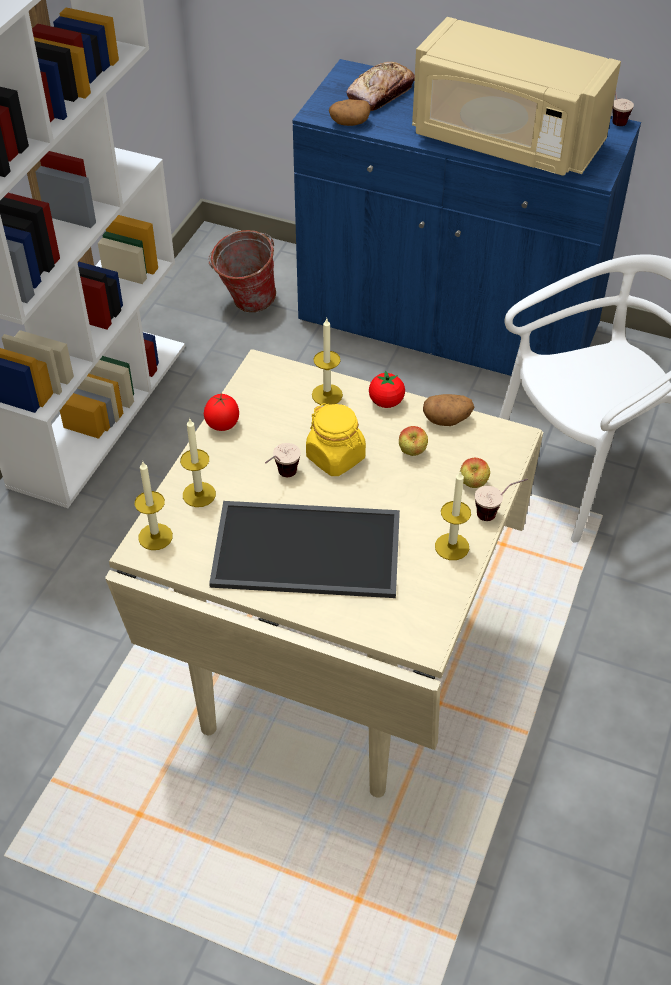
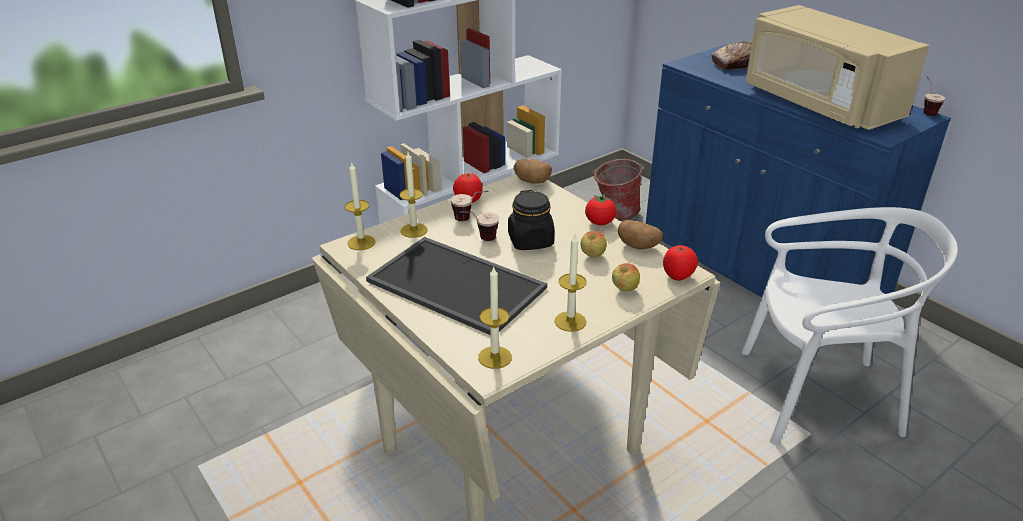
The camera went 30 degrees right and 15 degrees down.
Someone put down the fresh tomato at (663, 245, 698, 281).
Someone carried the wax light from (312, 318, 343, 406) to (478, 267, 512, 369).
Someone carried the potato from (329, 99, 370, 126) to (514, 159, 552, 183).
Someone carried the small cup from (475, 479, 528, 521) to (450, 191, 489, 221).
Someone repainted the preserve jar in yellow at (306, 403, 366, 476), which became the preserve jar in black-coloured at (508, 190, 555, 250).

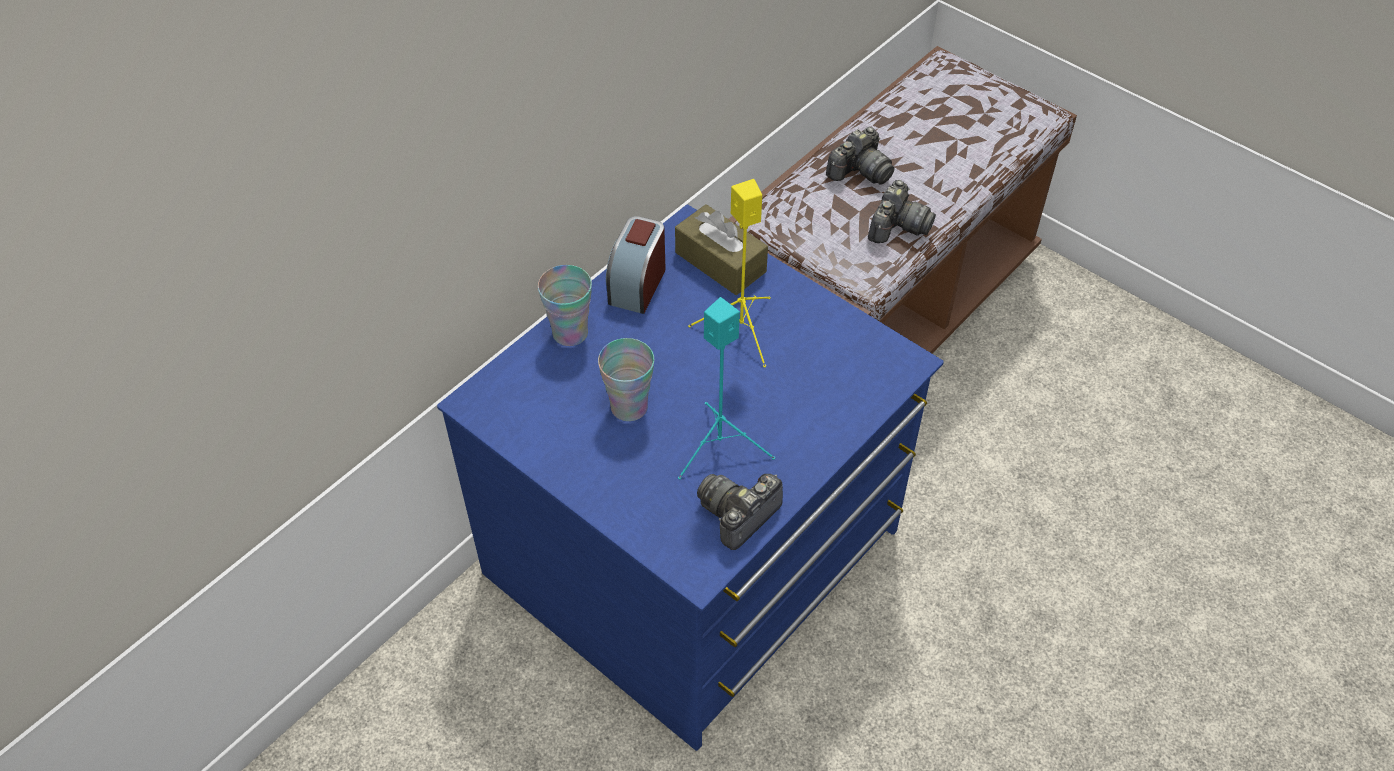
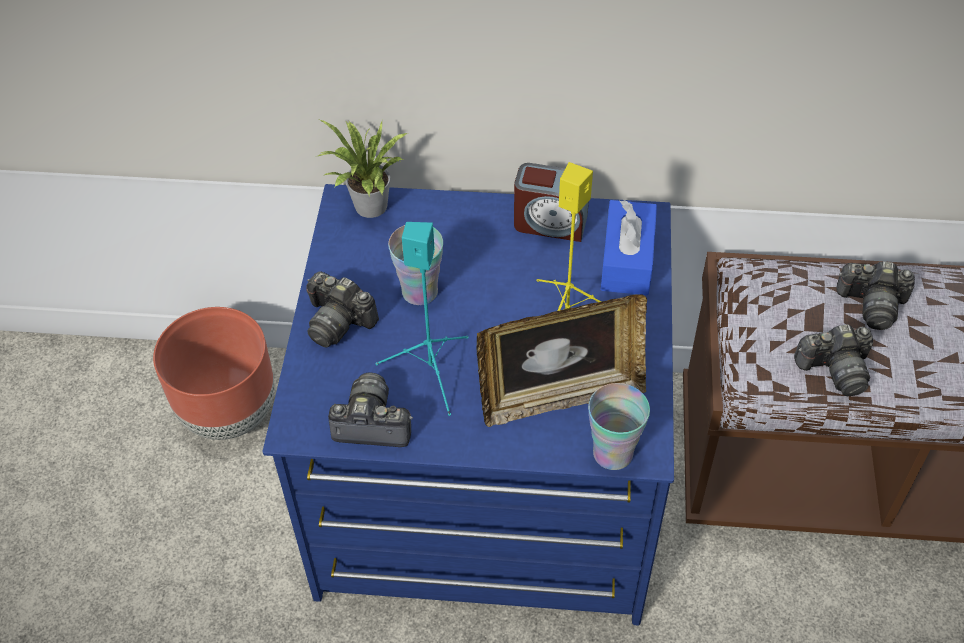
The camera went 55 degrees right and 0 degrees up.
Someone put down the plant pot in brown at (153, 307, 274, 440).
Someone put down the still camera at (306, 271, 379, 347).
Someone put down the houseplant at (316, 120, 409, 218).
Someone put down the photo frame at (476, 294, 647, 427).
Someone carried the small cup from (538, 265, 592, 346) to (588, 383, 650, 470).
Someone repainted the tissue holder in brown at (675, 204, 768, 295), which became the tissue holder in blue-coloured at (601, 200, 657, 295).
Someone rotated the alarm clock at (606, 216, 666, 314) by 150 degrees counterclockwise.

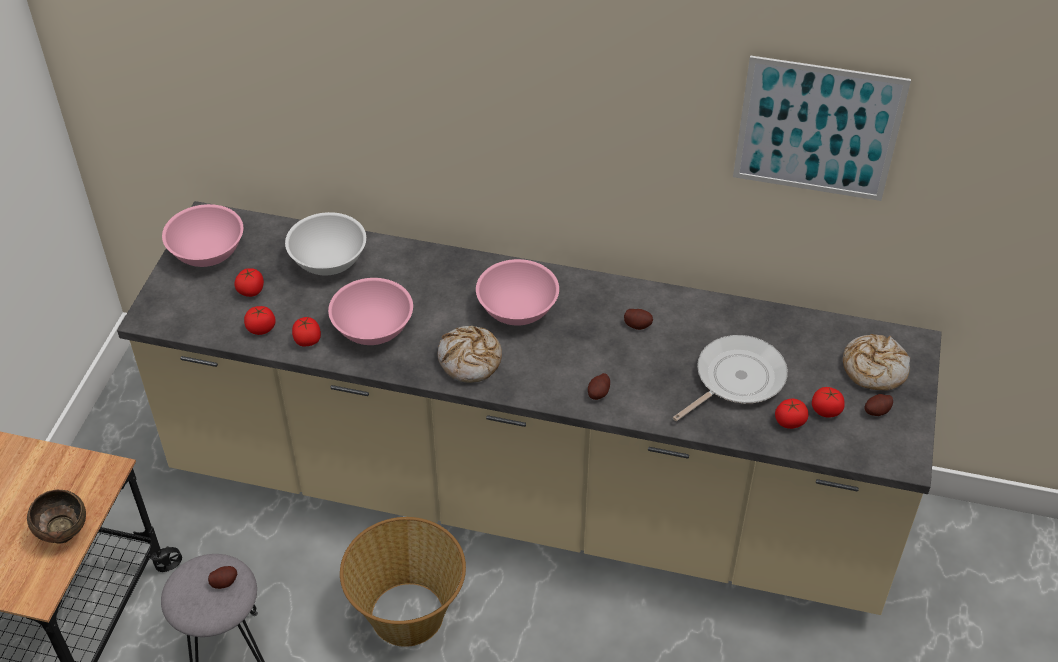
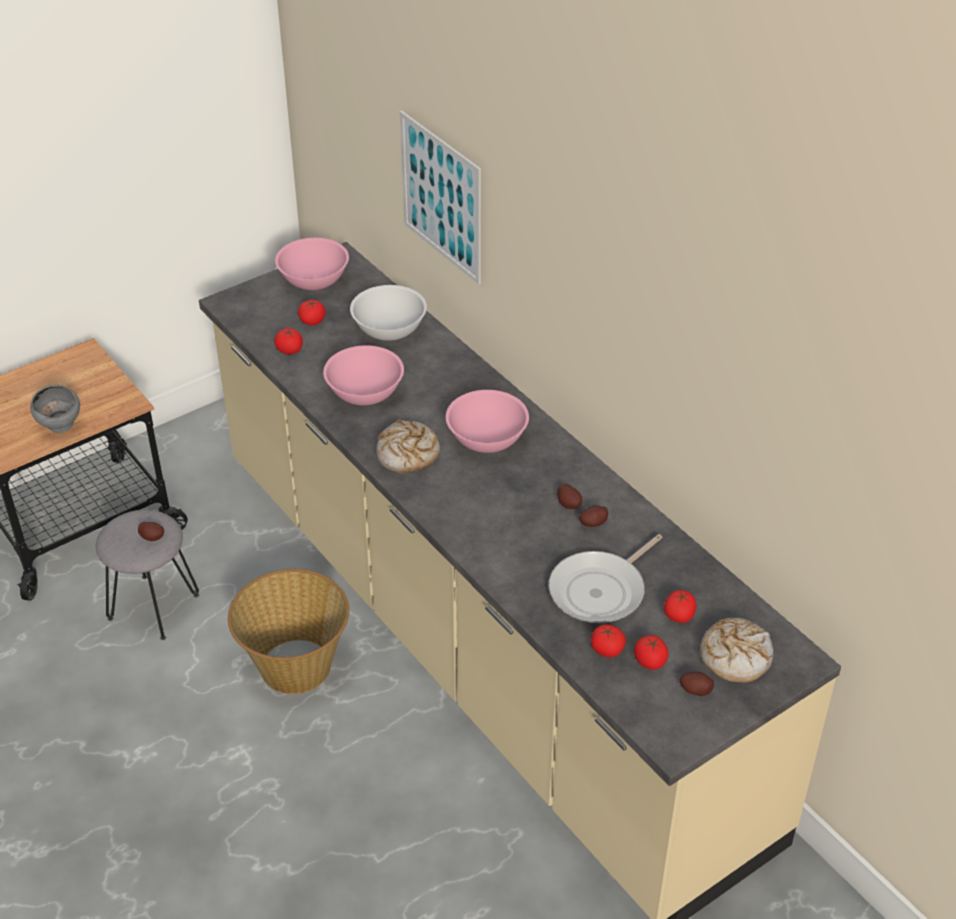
The camera went 40 degrees right and 5 degrees down.
Someone carried the fresh tomato from (292, 317, 321, 346) to (664, 590, 696, 623).
Someone carried the potato from (588, 373, 610, 400) to (579, 505, 608, 527).
Someone carried the wall picture from (733, 55, 911, 201) to (400, 111, 481, 285).
Someone repainted the bowl in brown at (27, 490, 86, 543), which became the bowl in gray at (30, 385, 80, 433).
Someone rotated the pan at (673, 335, 788, 421) by 135 degrees clockwise.

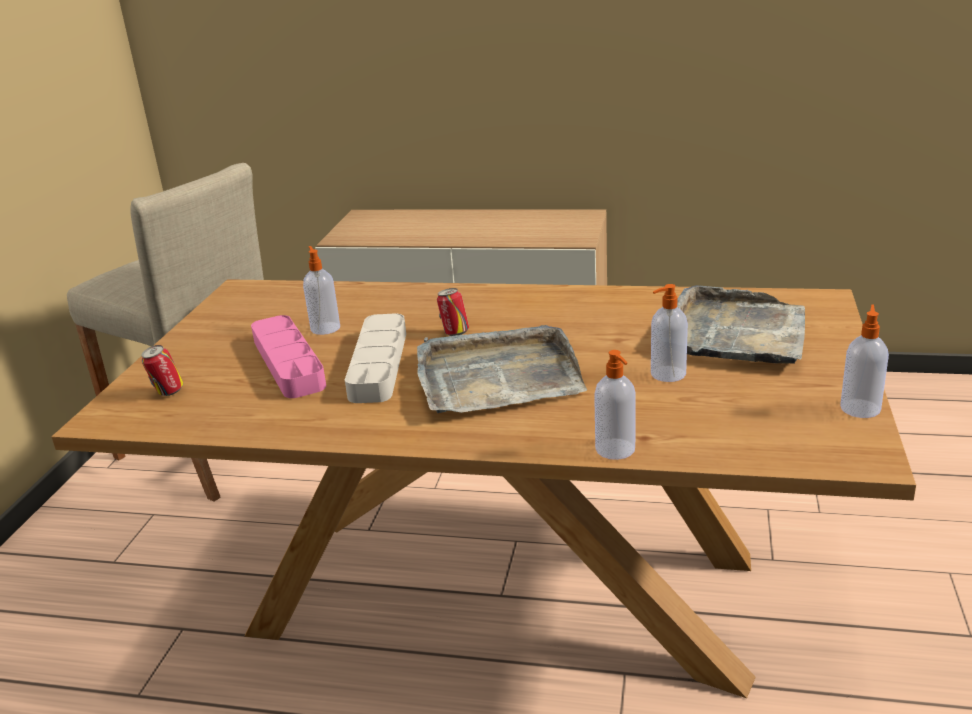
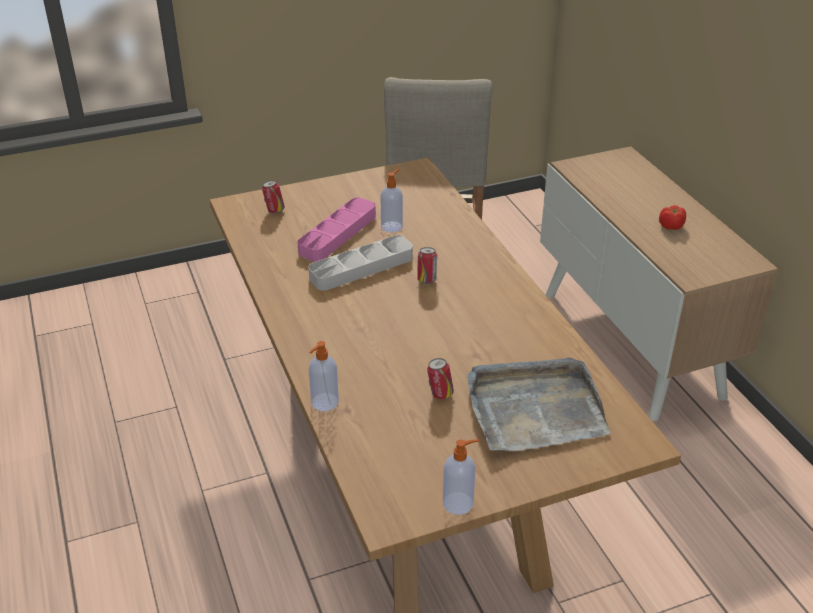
The camera went 55 degrees right and 10 degrees up.
Someone took away the serving tray in gray at (417, 325, 587, 413).
Someone put down the fresh tomato at (659, 205, 686, 230).
Someone swapped the liquid soap bottle at (651, 284, 688, 382) for the sealed can at (427, 358, 454, 399).

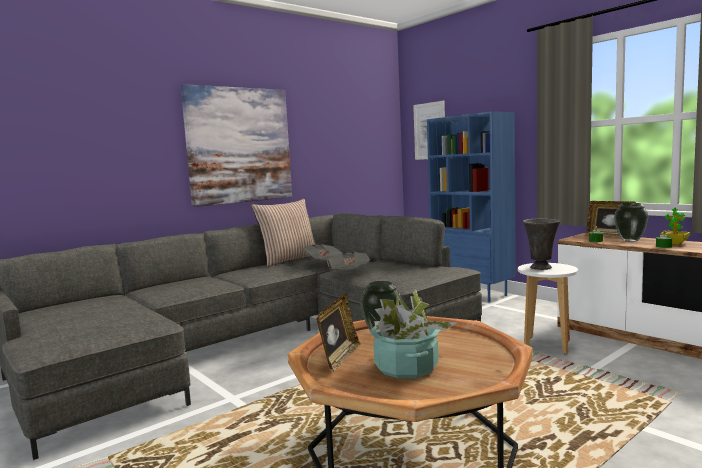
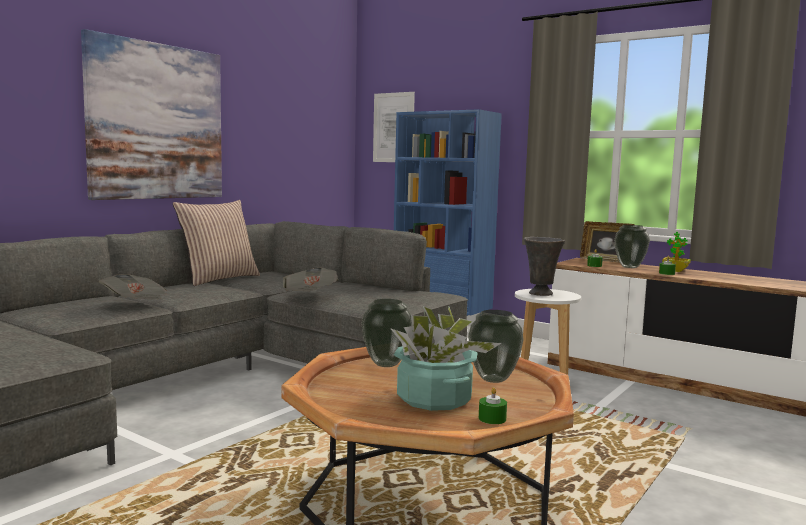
The camera went 15 degrees left and 0 degrees up.
Someone took away the photo frame at (316, 294, 361, 371).
Someone put down the flower vase at (468, 310, 524, 383).
Someone put down the wax light in green-coloured at (479, 387, 507, 424).
Someone carried the printed paper from (302, 244, 343, 260) to (99, 274, 166, 300).

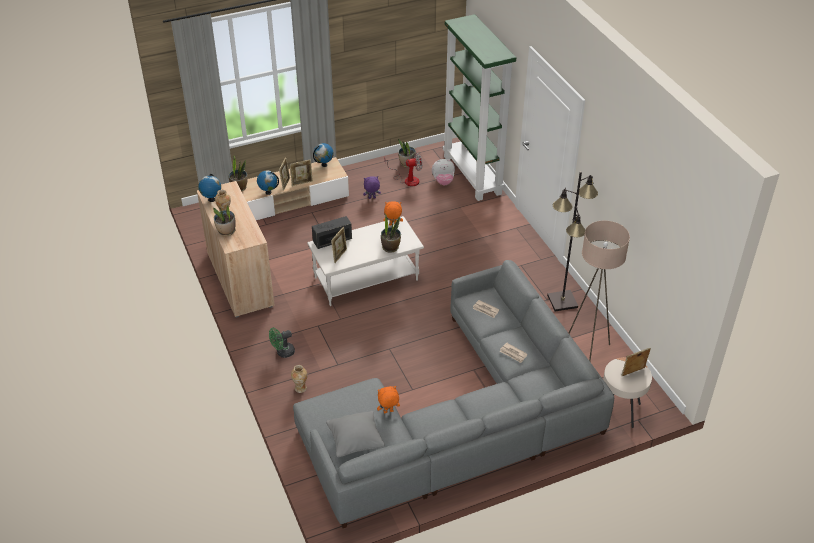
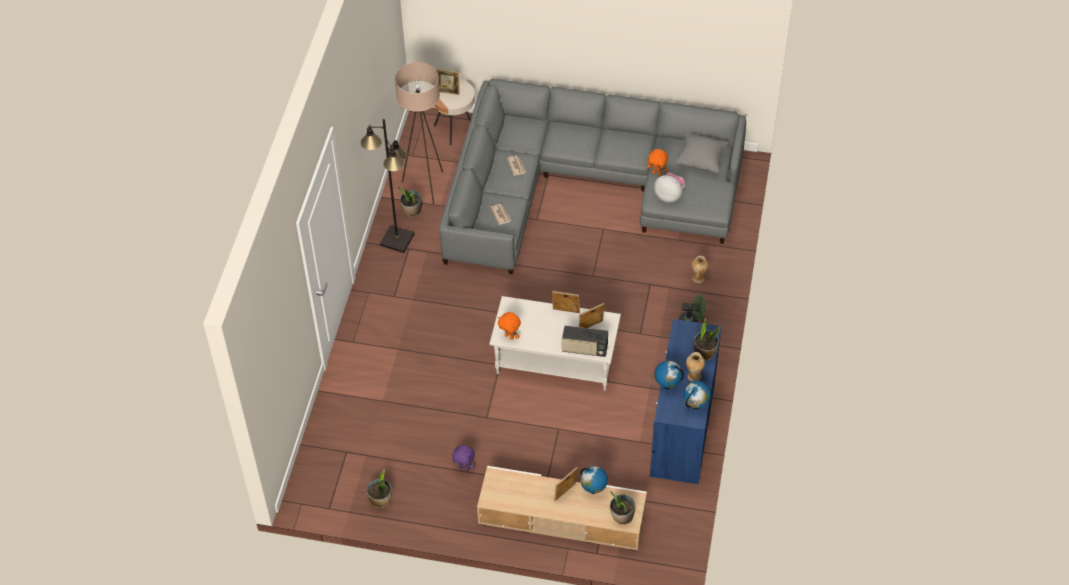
The camera went 145 degrees left and 10 degrees up.
Someone took away the fan at (384, 153, 422, 186).
Someone took away the shelving unit in green-coloured at (443, 14, 516, 201).
Someone carried the photo frame from (290, 159, 313, 186) to (552, 291, 580, 313).
Someone carried the desk globe from (313, 143, 334, 167) to (655, 360, 684, 389).
Someone carried the houseplant from (381, 214, 401, 253) to (399, 187, 422, 217).
Someone carried the cuddly toy from (432, 159, 455, 185) to (654, 173, 685, 202).
Someone repainted the cupboard in sand-coloured at (197, 181, 275, 318), which became the cupboard in blue-coloured at (650, 319, 722, 485).

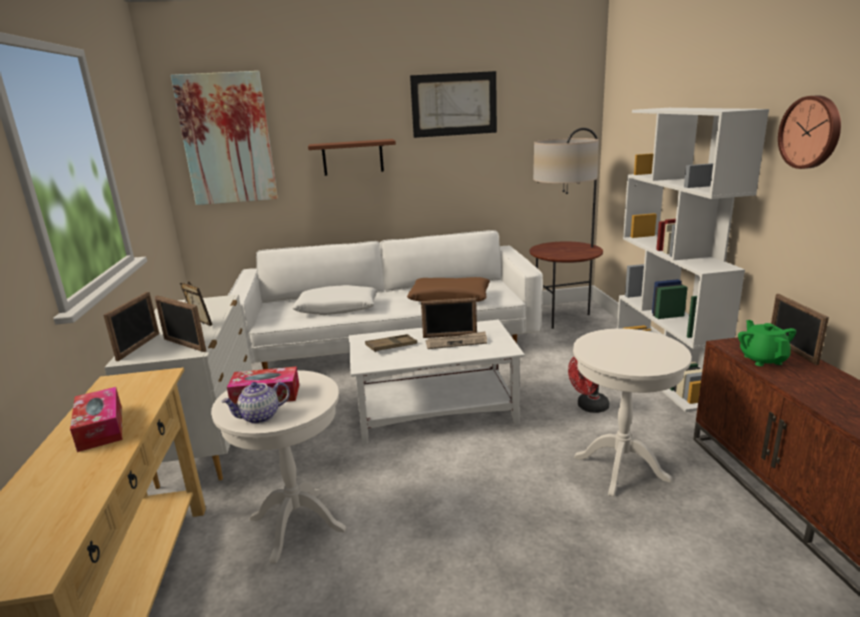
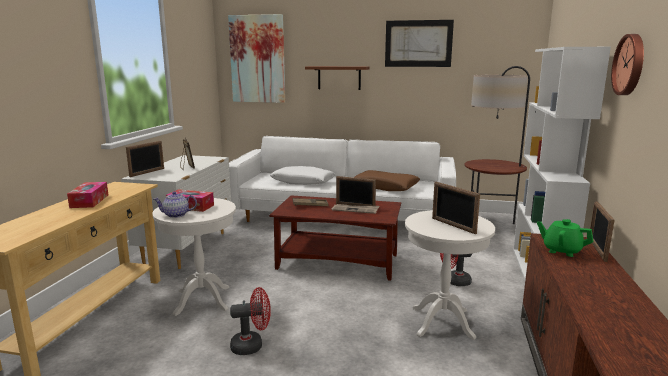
The camera went 20 degrees right and 5 degrees down.
Someone put down the fan in reddish at (230, 287, 271, 355).
Someone carried the photo frame from (155, 296, 206, 352) to (432, 182, 480, 234).
Someone repainted the low table in white-coloured at (349, 319, 525, 445), which became the low table in brown at (269, 195, 401, 281).
Someone rotated the teapot in green-coloured at (738, 320, 796, 366) by 75 degrees counterclockwise.

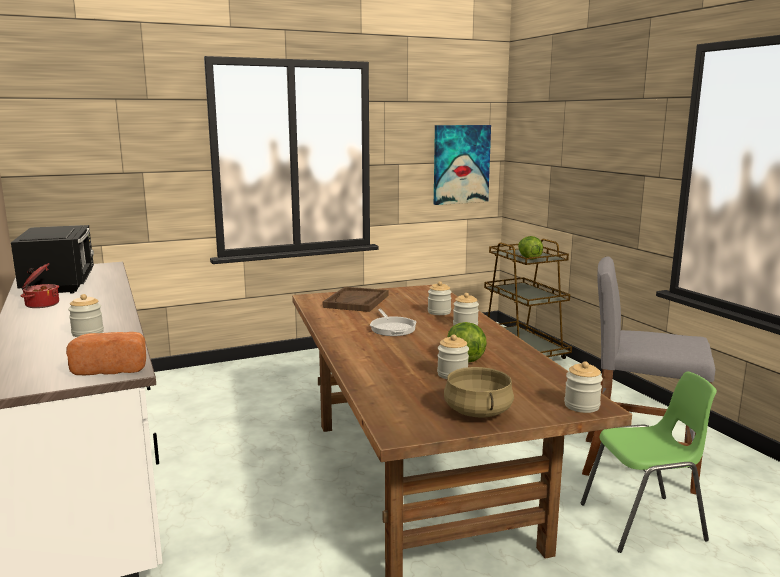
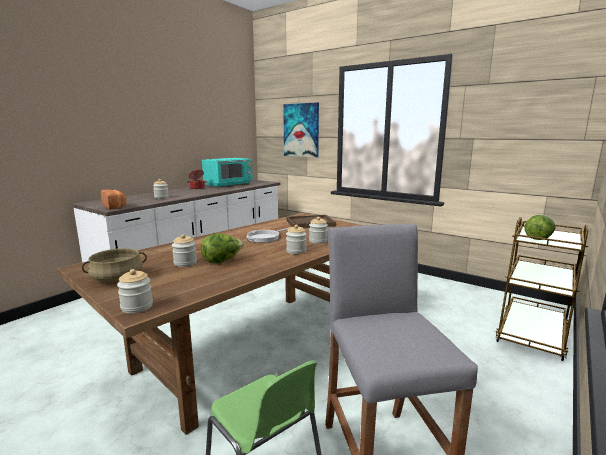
The camera went 60 degrees right and 0 degrees up.
Someone carried the wall picture from (434, 125, 491, 205) to (283, 102, 319, 158).
Someone repainted the microwave oven in black-coloured at (11, 225, 94, 294), which became the microwave oven in turquoise-coloured at (202, 158, 253, 187).

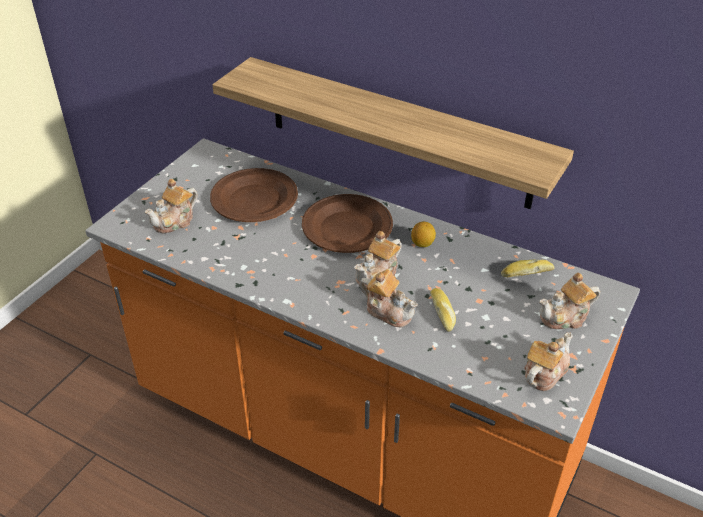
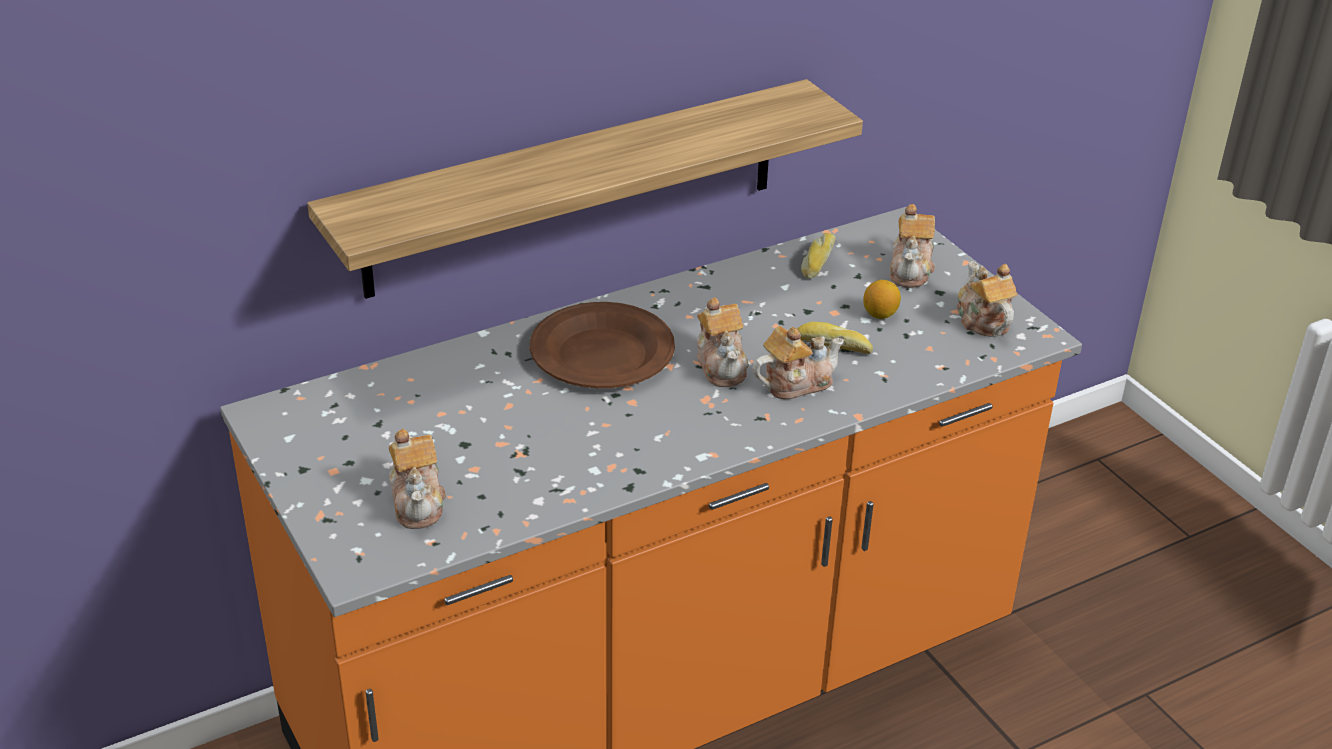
The camera went 60 degrees left and 5 degrees down.
Someone took away the dinner plate in brown at (210, 168, 298, 222).
Someone carried the whole lemon from (411, 222, 436, 247) to (863, 280, 901, 319).

